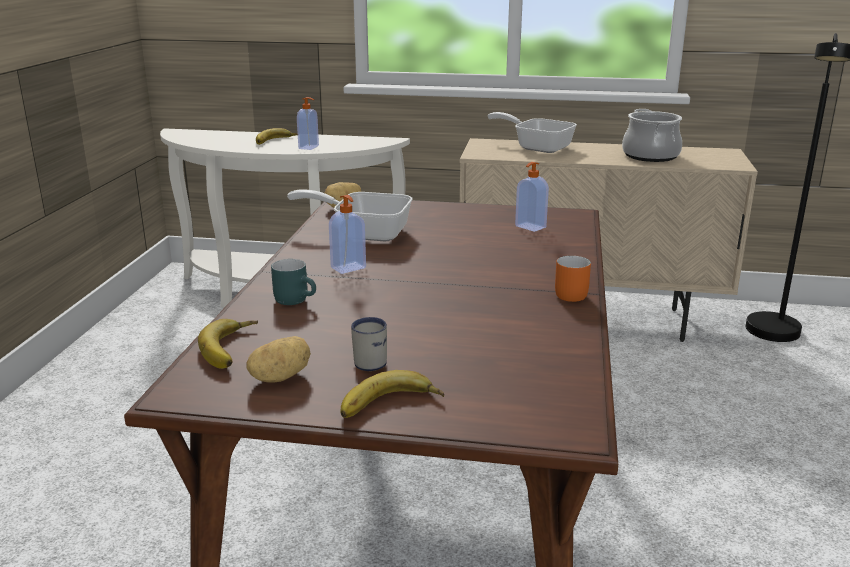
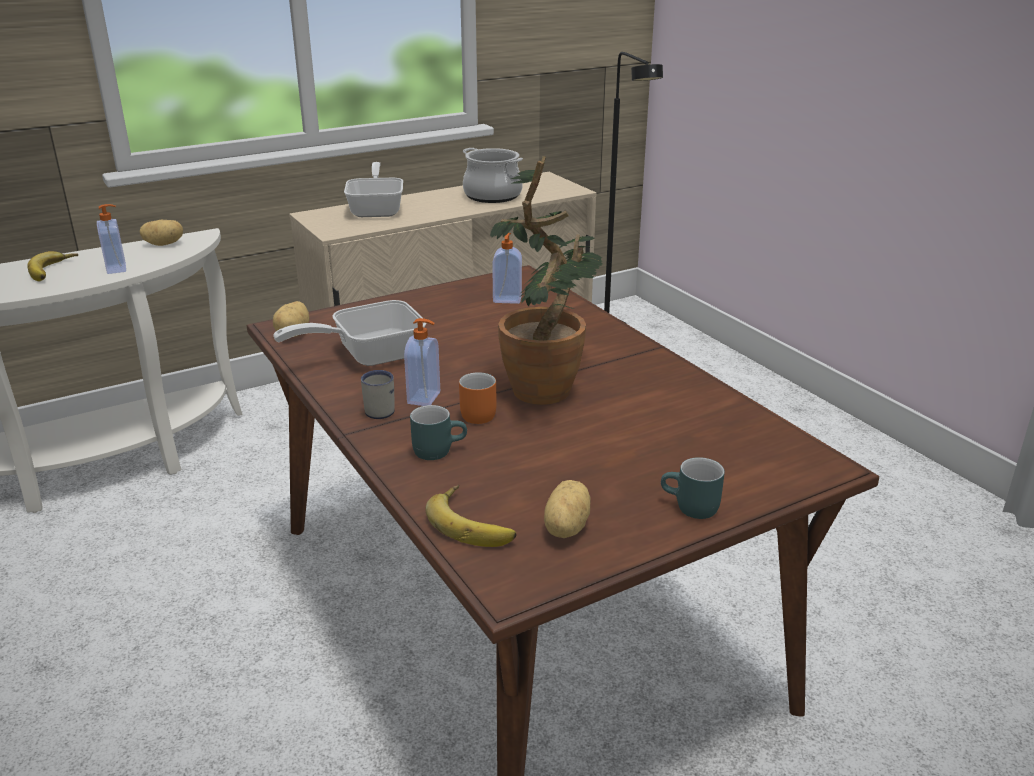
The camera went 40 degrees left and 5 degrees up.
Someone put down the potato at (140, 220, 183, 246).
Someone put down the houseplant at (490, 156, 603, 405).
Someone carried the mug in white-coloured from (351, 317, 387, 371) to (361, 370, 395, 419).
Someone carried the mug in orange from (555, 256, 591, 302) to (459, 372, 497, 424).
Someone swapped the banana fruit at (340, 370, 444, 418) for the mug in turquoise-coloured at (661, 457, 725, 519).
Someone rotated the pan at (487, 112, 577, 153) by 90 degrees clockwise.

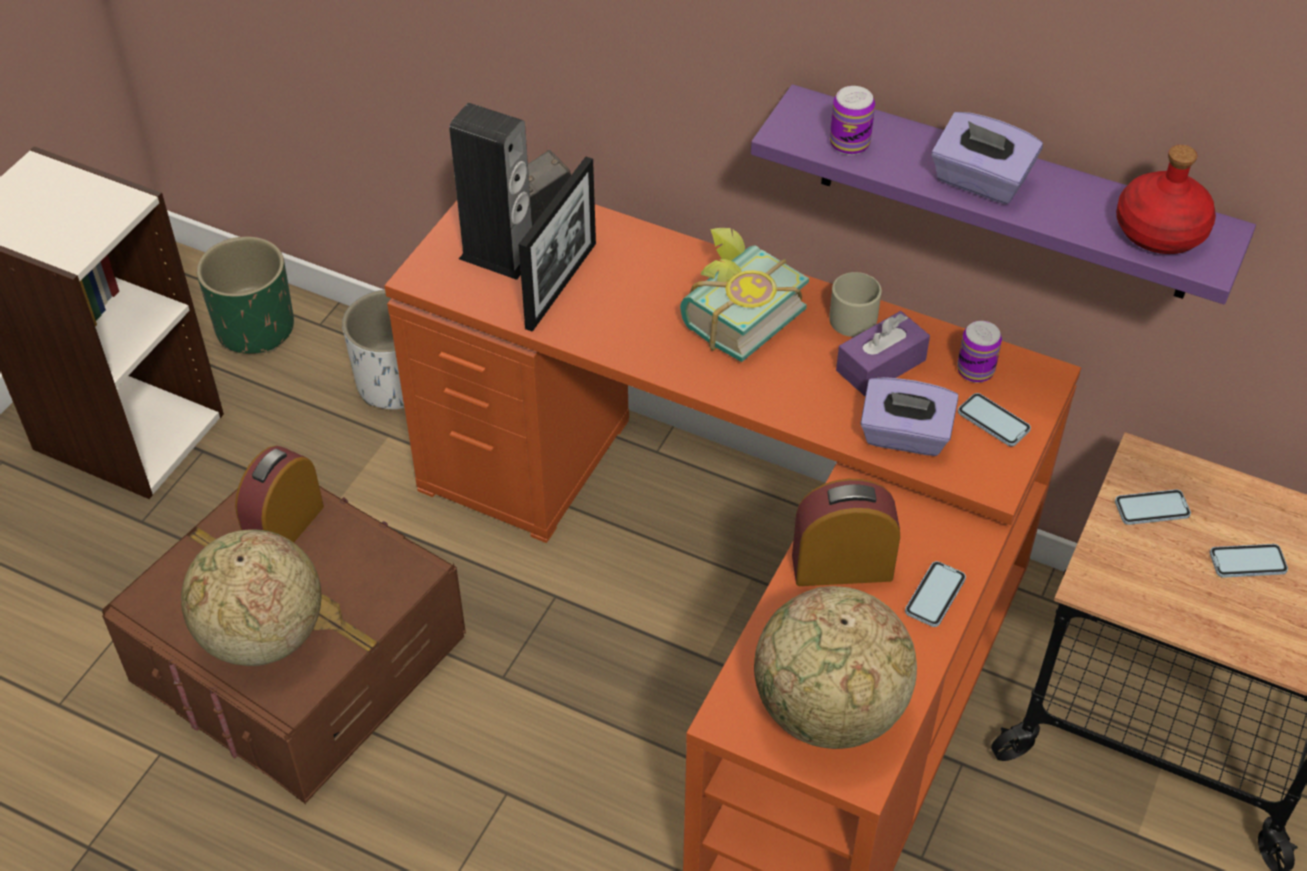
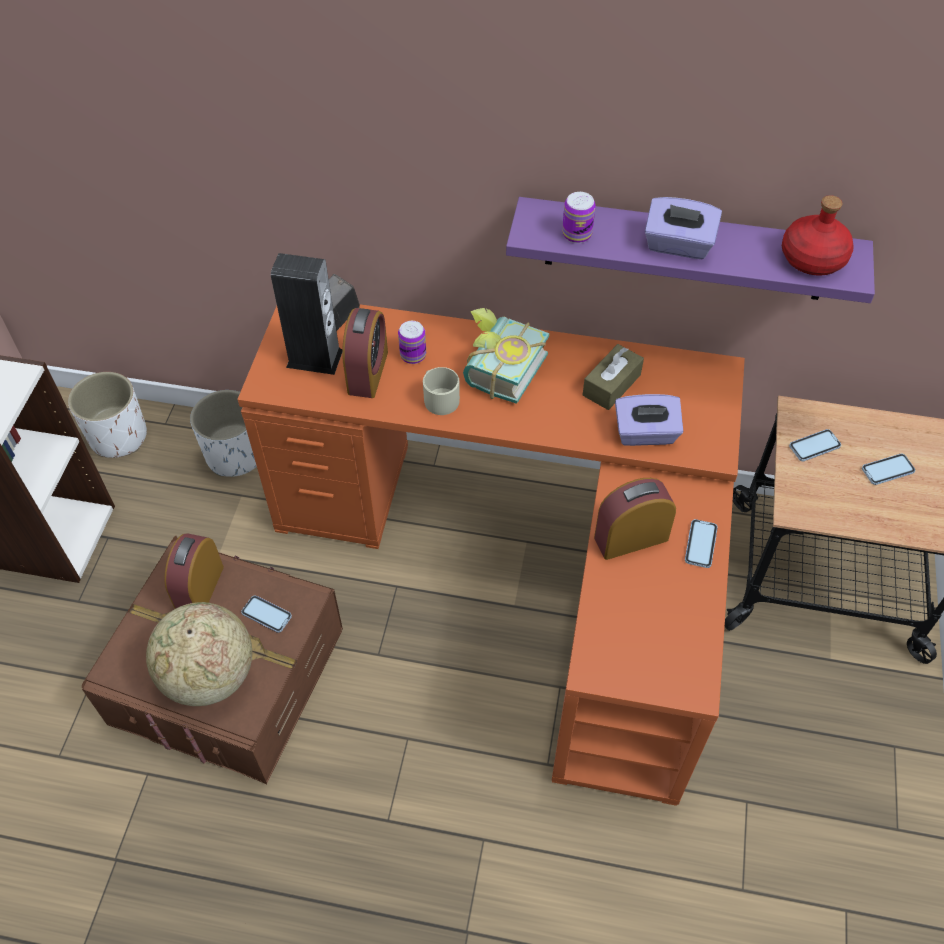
The camera went 15 degrees left and 5 degrees up.
Someone took away the desk globe at (754, 586, 917, 749).
Someone carried the mug in sand-coloured from (830, 272, 882, 337) to (423, 367, 460, 415).
Someone carried the sealed can from (957, 321, 1002, 383) to (398, 321, 426, 364).
Someone carried the phone from (958, 393, 1031, 446) to (241, 596, 292, 633).
Someone swapped the photo frame at (519, 157, 596, 332) for the alarm clock at (342, 308, 388, 398).
Someone repainted the plant pot in green-coloured at (197, 237, 294, 354), which became the plant pot in white-coloured at (68, 372, 147, 458).
Someone repainted the tissue holder in purple at (836, 311, 930, 396), which became the tissue holder in brown at (583, 344, 644, 410).

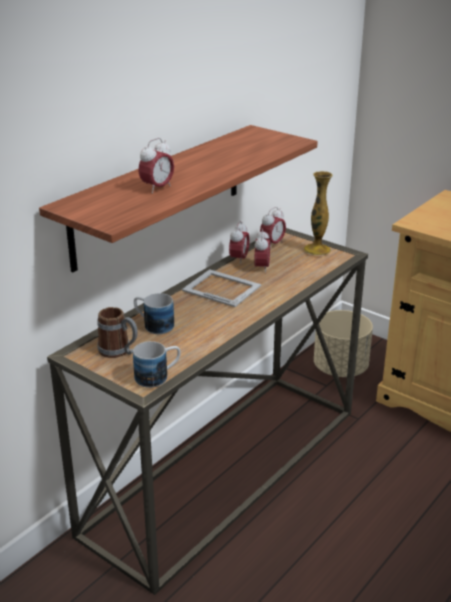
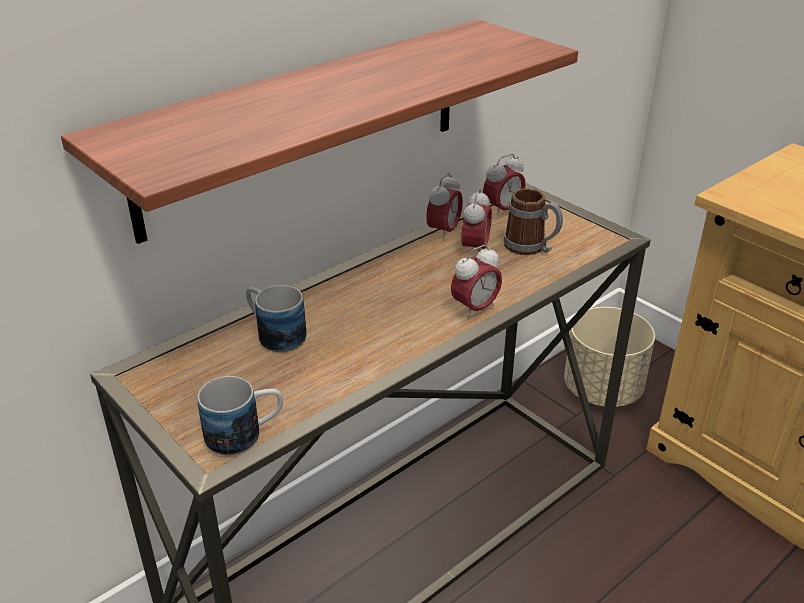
The camera went 10 degrees right and 5 degrees up.
Someone took away the photo frame at (182, 269, 261, 307).
Someone took away the flower vase at (304, 171, 333, 256).
Someone carried the mug from (97, 307, 138, 358) to (504, 189, 563, 255).
Someone carried the alarm clock from (138, 138, 174, 194) to (451, 245, 502, 320).

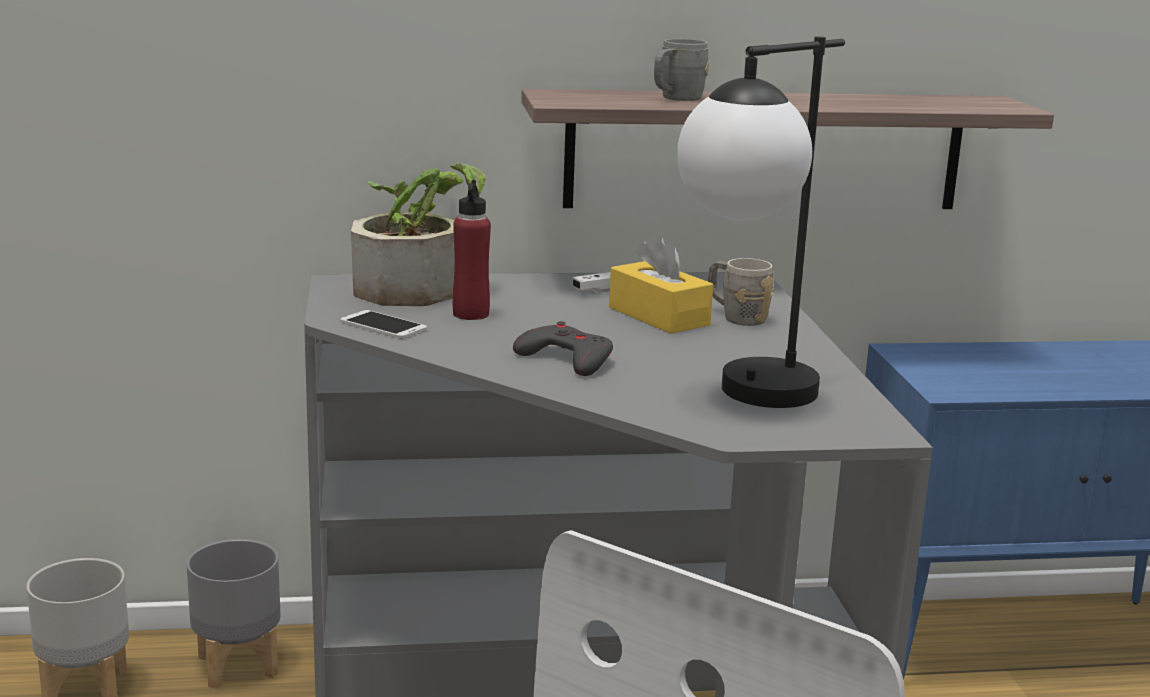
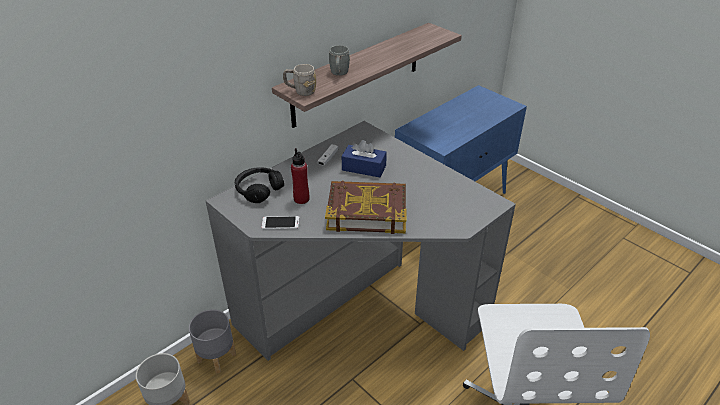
The camera went 35 degrees left and 20 degrees up.
Someone took away the tabletop lamp at (677, 36, 845, 408).
Someone carried the mug in gray from (708, 258, 774, 326) to (283, 64, 316, 96).
Someone swapped the houseplant at (351, 163, 485, 306) for the pair of headphones in black-coloured at (235, 167, 284, 203).
Someone swapped the gamepad in gray at (513, 321, 613, 376) for the book at (325, 181, 406, 234).
Someone repainted the tissue holder in yellow at (609, 235, 713, 334), which became the tissue holder in blue-coloured at (342, 140, 387, 177).

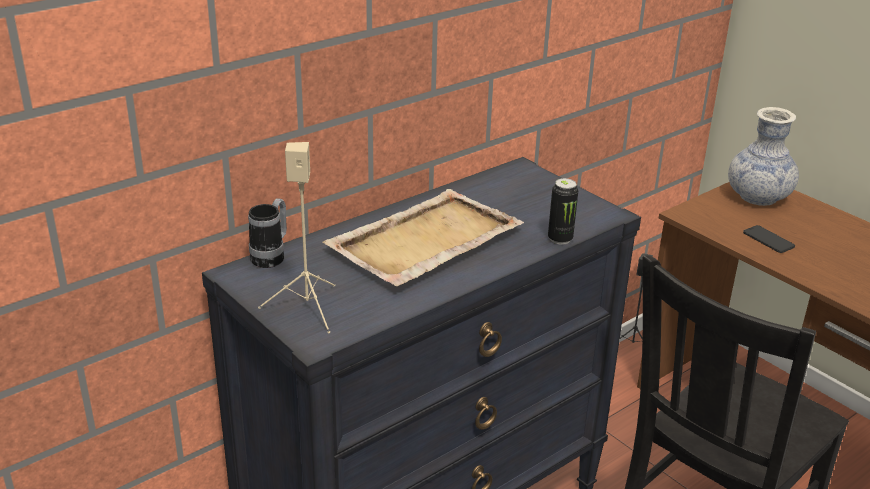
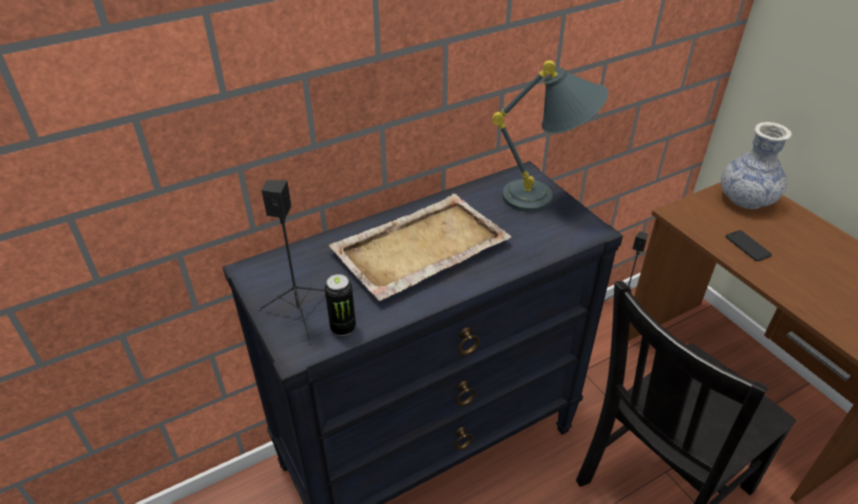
The camera went 10 degrees right and 10 degrees up.
Someone took away the mug at (248, 198, 287, 268).
Someone put down the tabletop lamp in gray at (492, 60, 608, 212).
Someone carried the sealed can from (548, 178, 578, 245) to (325, 274, 356, 336).
Someone repainted the speaker in sand-coloured at (258, 142, 335, 333), which became the speaker in black-coloured at (258, 180, 325, 345).

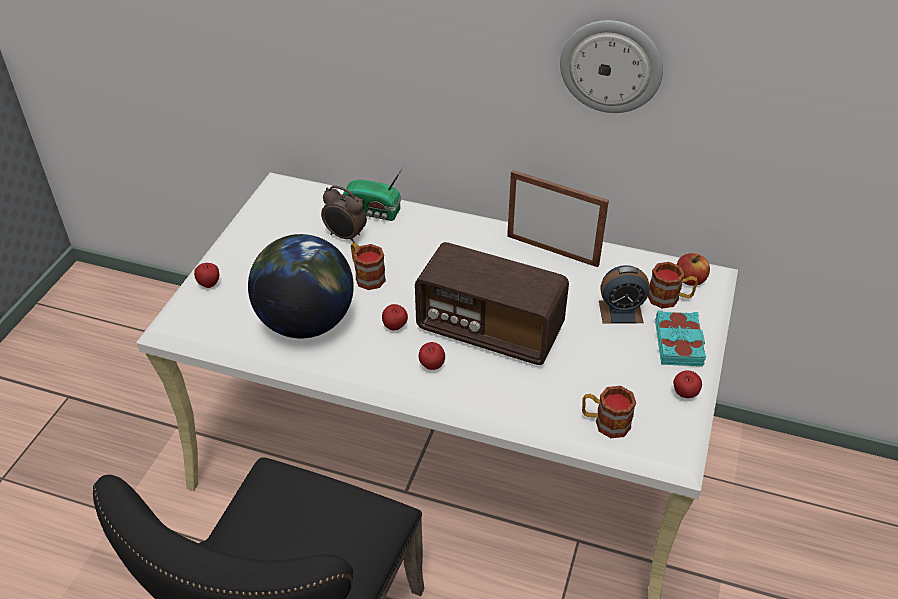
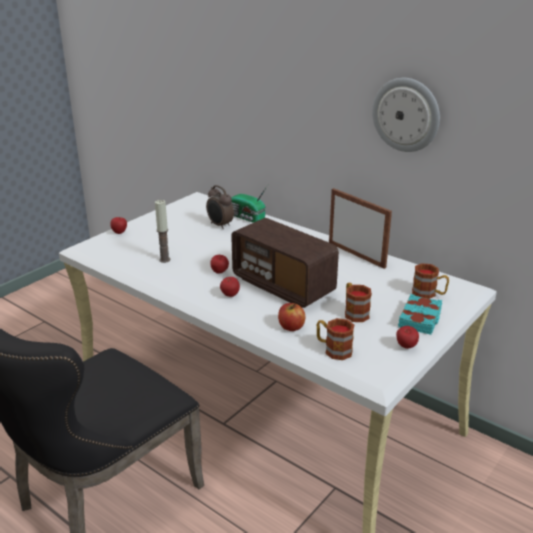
The camera went 20 degrees right and 15 degrees down.
Someone took away the alarm clock at (599, 265, 650, 324).
Someone carried the mug from (351, 243, 386, 290) to (345, 283, 372, 322).
Someone carried the whole apple from (676, 253, 710, 286) to (278, 303, 305, 331).
Someone swapped the desk globe at (248, 234, 354, 339) for the wax light at (155, 200, 170, 263).

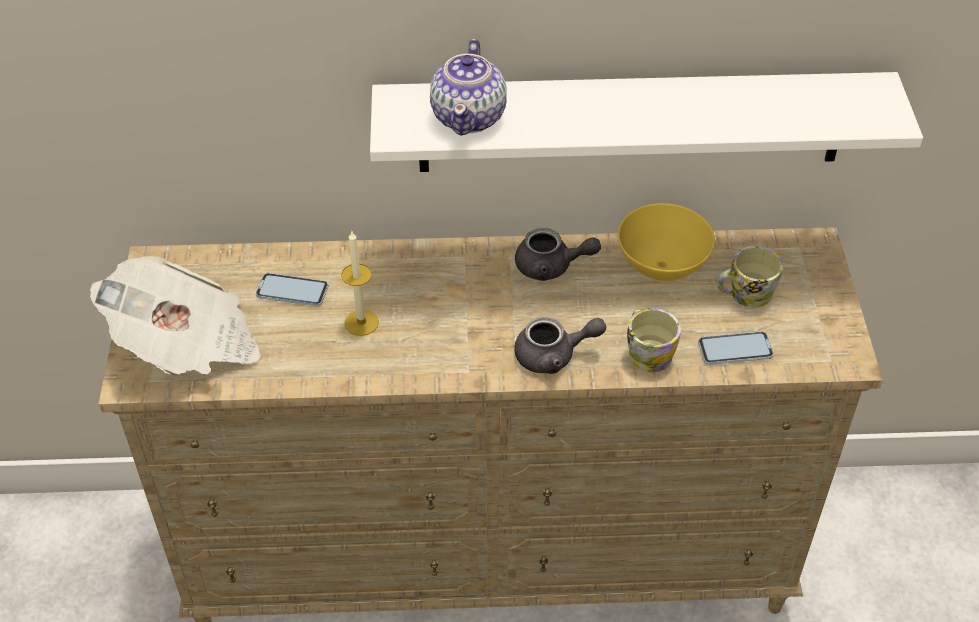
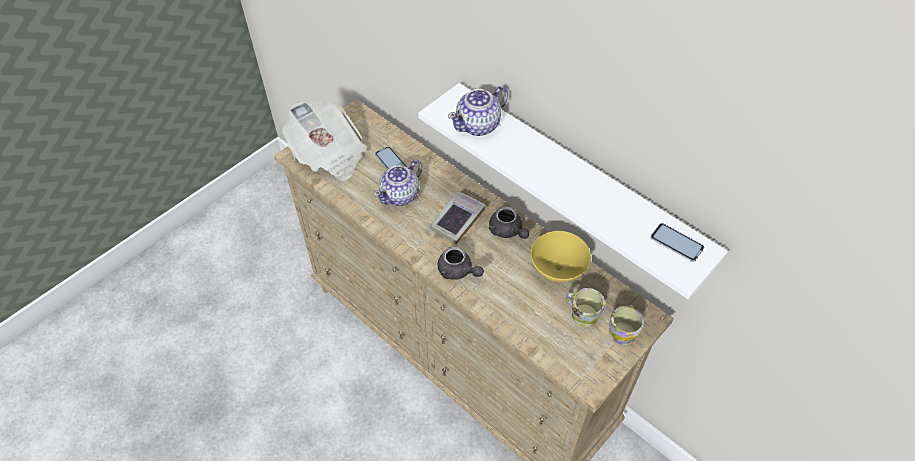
The camera went 45 degrees right and 5 degrees up.
Someone put down the book at (429, 191, 485, 244).
Someone carried the mug from (627, 308, 681, 373) to (609, 305, 644, 345).
Someone carried the phone from (698, 331, 774, 365) to (650, 223, 704, 262).
Someone swapped the wax light at (341, 231, 379, 336) for the teapot at (374, 160, 422, 206).

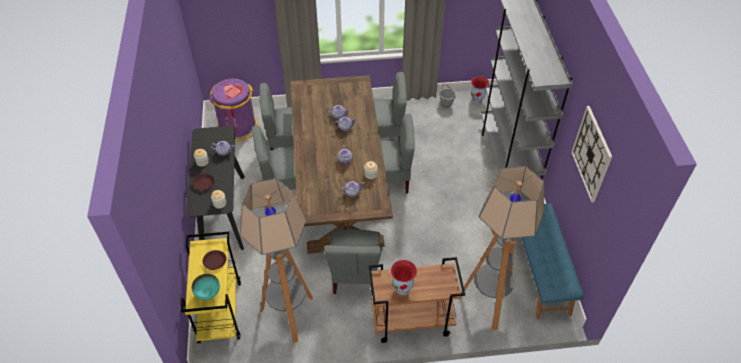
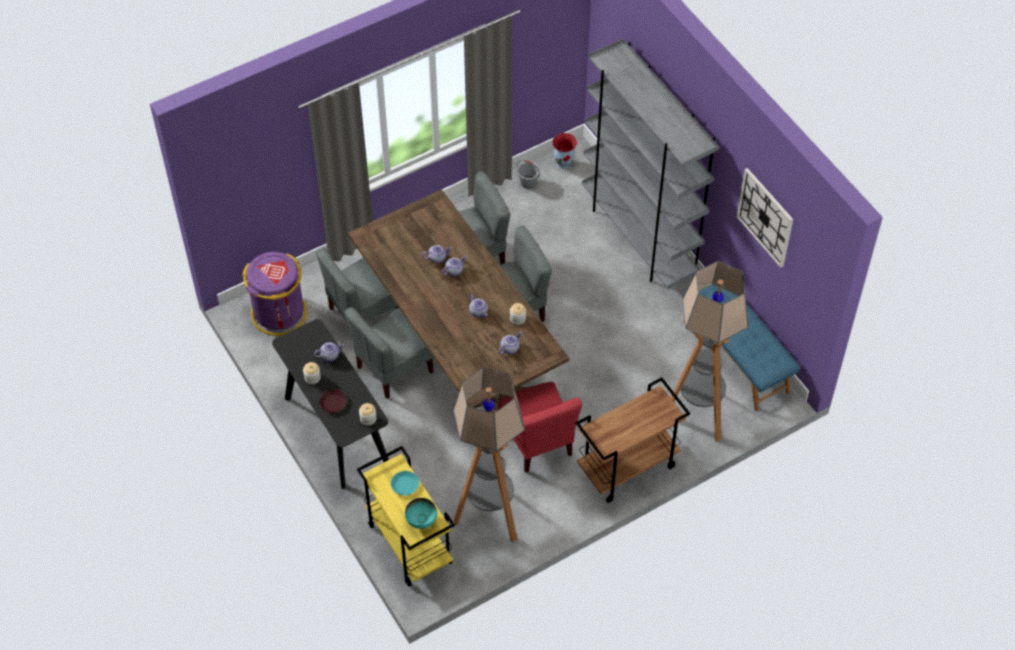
The camera went 25 degrees left and 5 degrees up.
Someone took away the flower vase at (391, 260, 417, 295).
Someone repainted the dinner plate in brown at (203, 250, 226, 270), which became the dinner plate in turquoise-coloured at (391, 471, 419, 495).
Someone repainted the plain chair in gray at (324, 229, 381, 294), which became the plain chair in reddish at (498, 382, 582, 473).

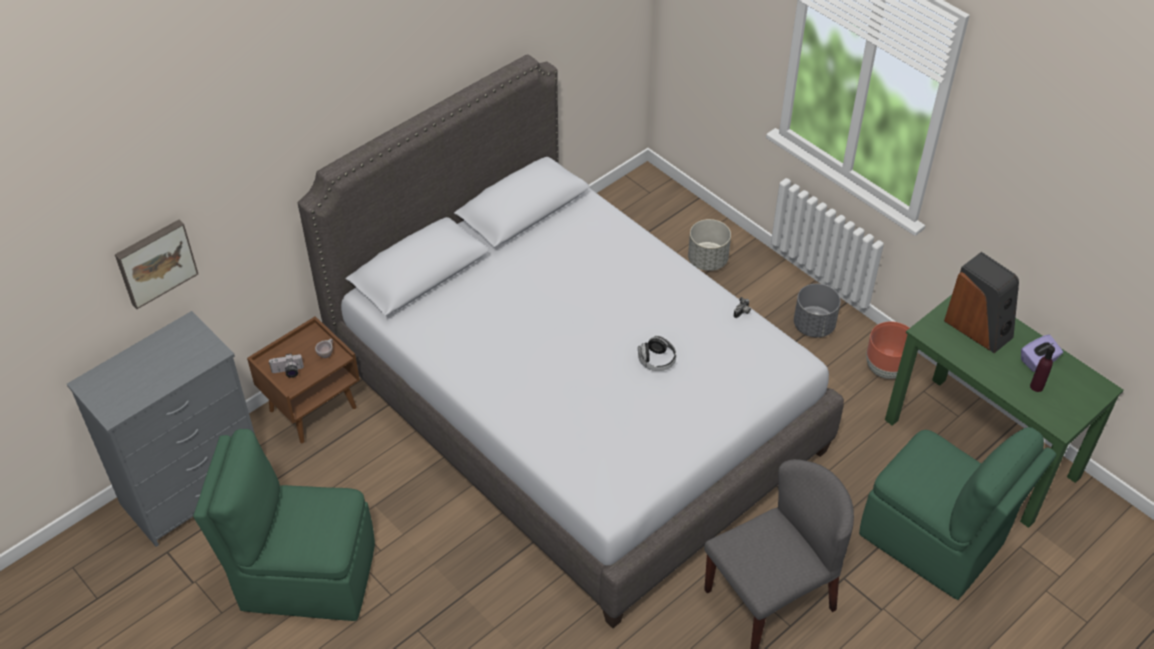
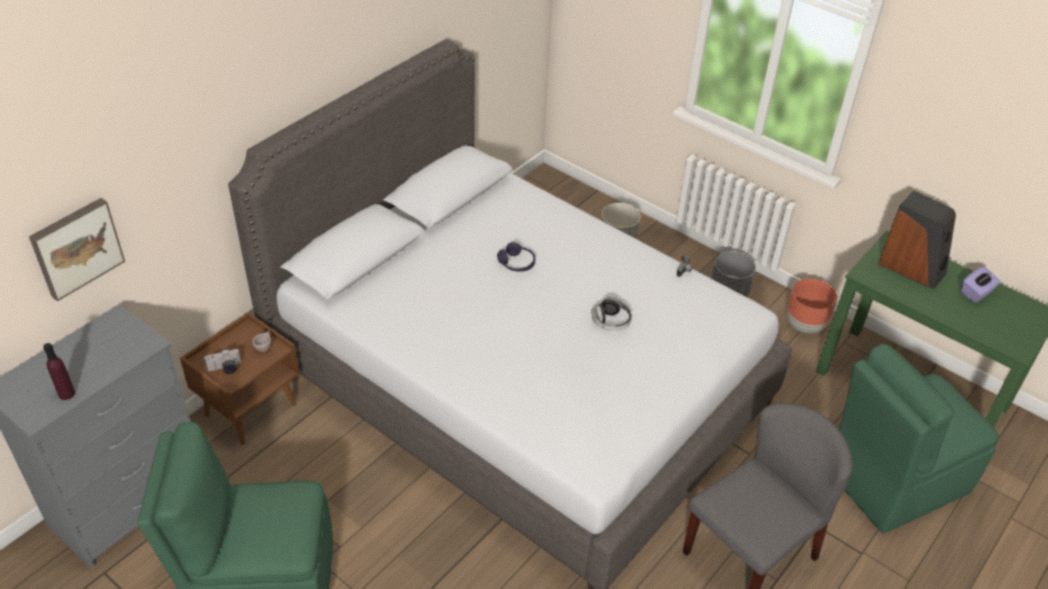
The camera went 10 degrees left and 5 degrees down.
Someone put down the pair of headphones in purple at (497, 242, 535, 272).
Someone carried the beverage bottle in purple from (1030, 346, 1055, 392) to (43, 343, 75, 400).
Someone rotated the plain chair in green-coloured at (859, 427, 1056, 600) by 120 degrees clockwise.

